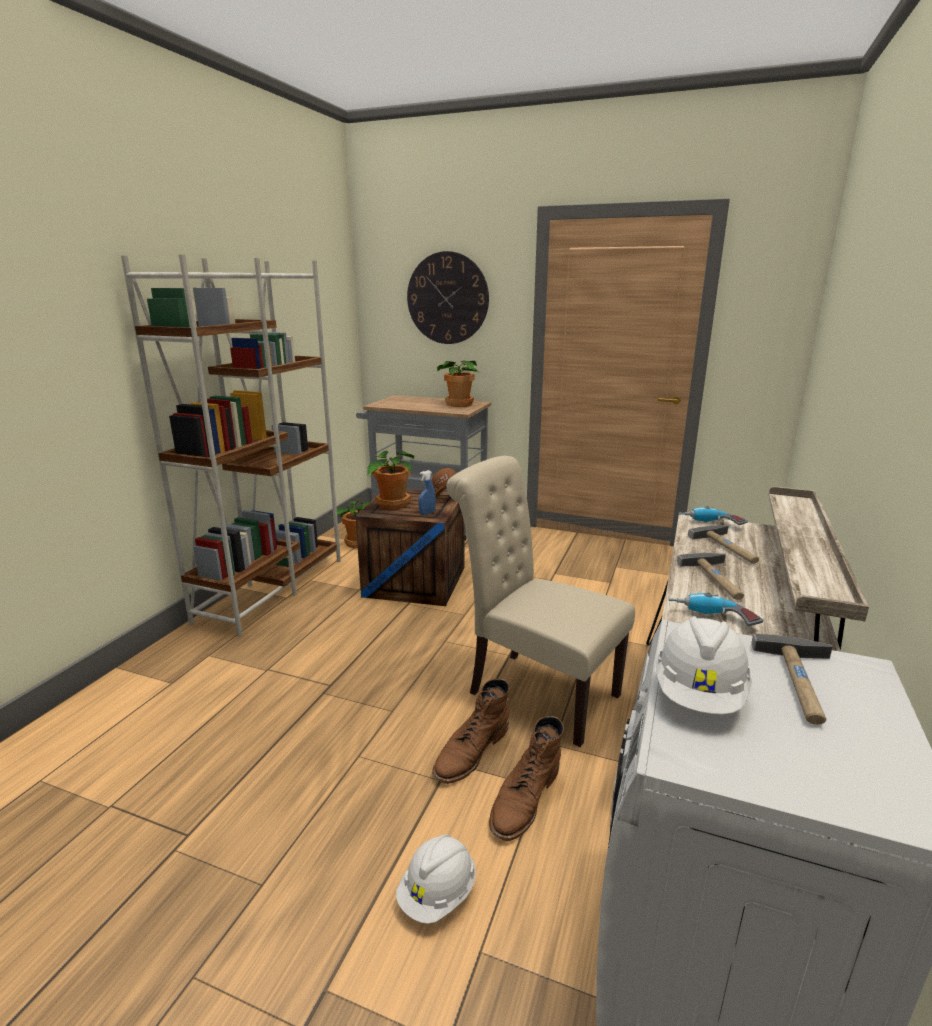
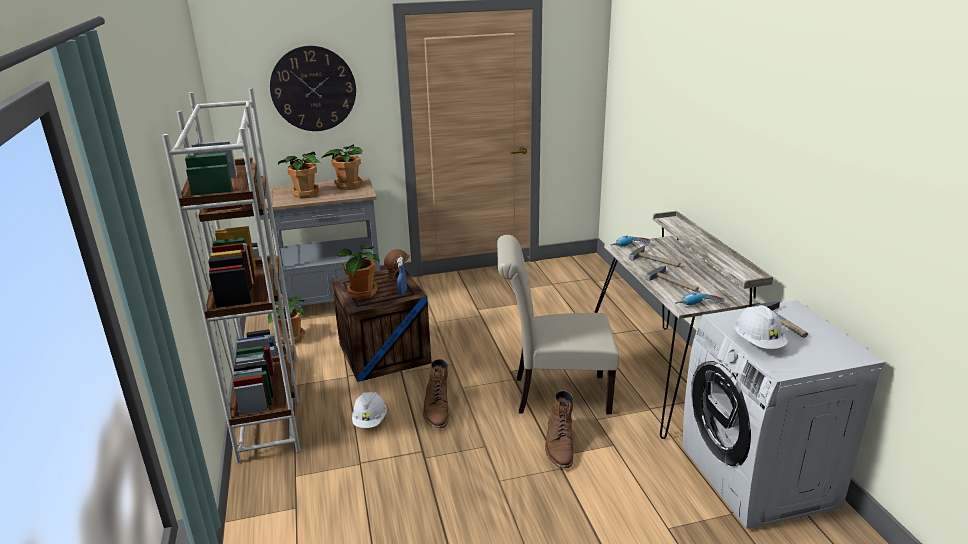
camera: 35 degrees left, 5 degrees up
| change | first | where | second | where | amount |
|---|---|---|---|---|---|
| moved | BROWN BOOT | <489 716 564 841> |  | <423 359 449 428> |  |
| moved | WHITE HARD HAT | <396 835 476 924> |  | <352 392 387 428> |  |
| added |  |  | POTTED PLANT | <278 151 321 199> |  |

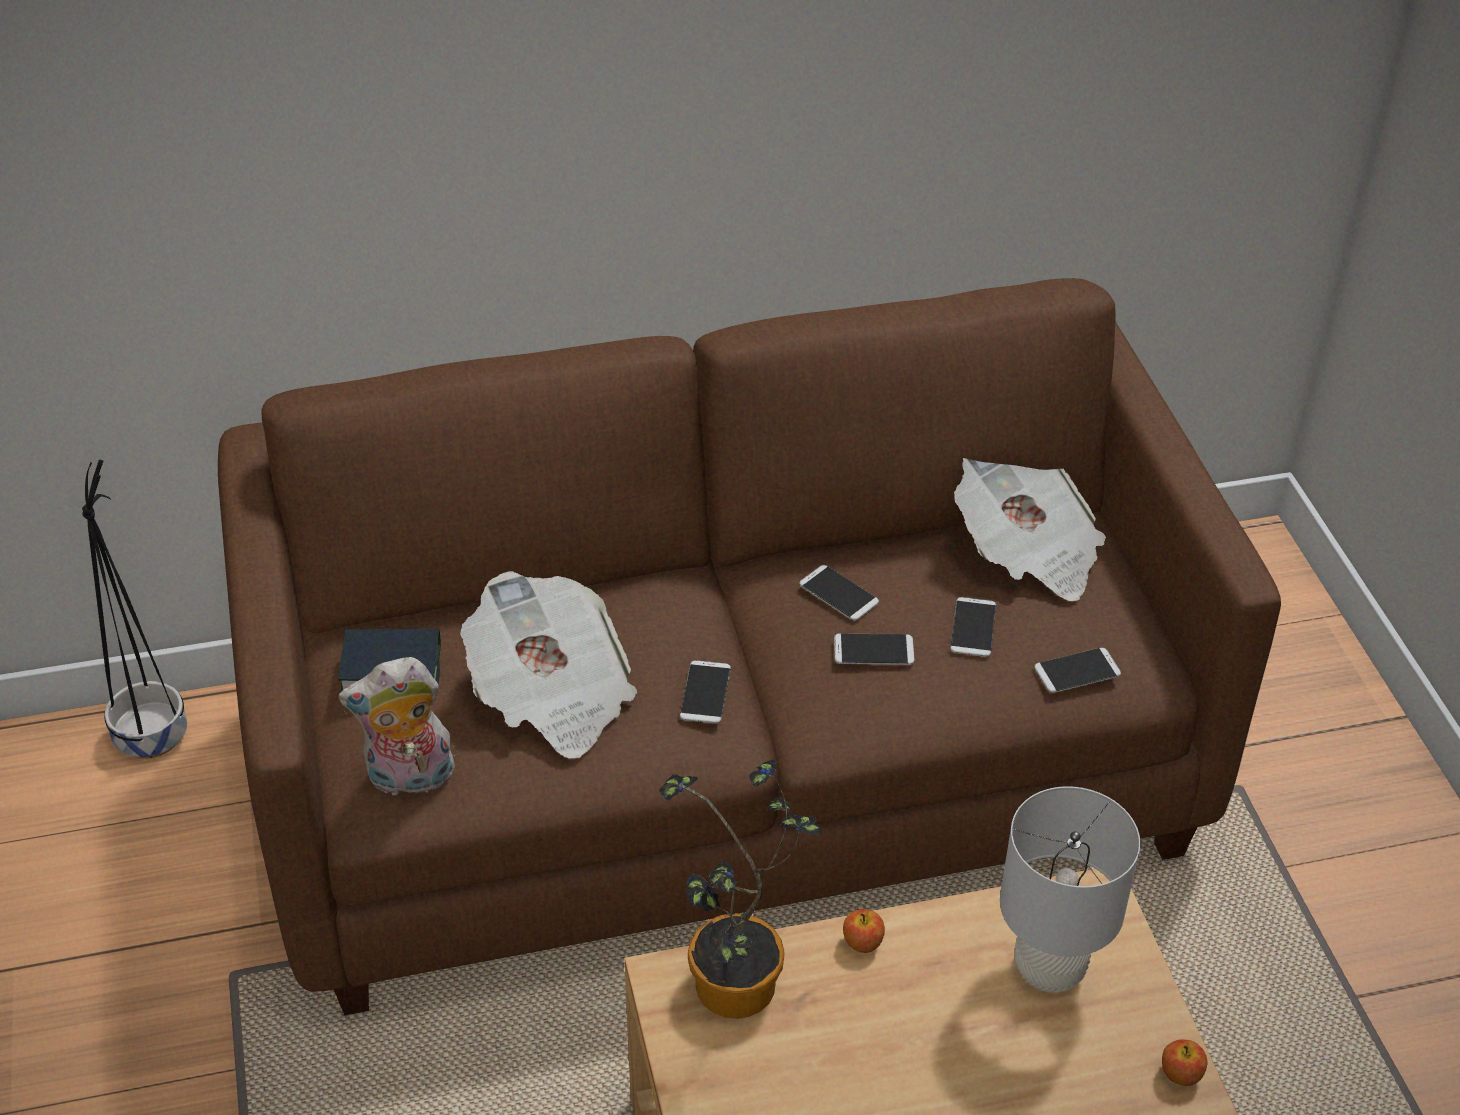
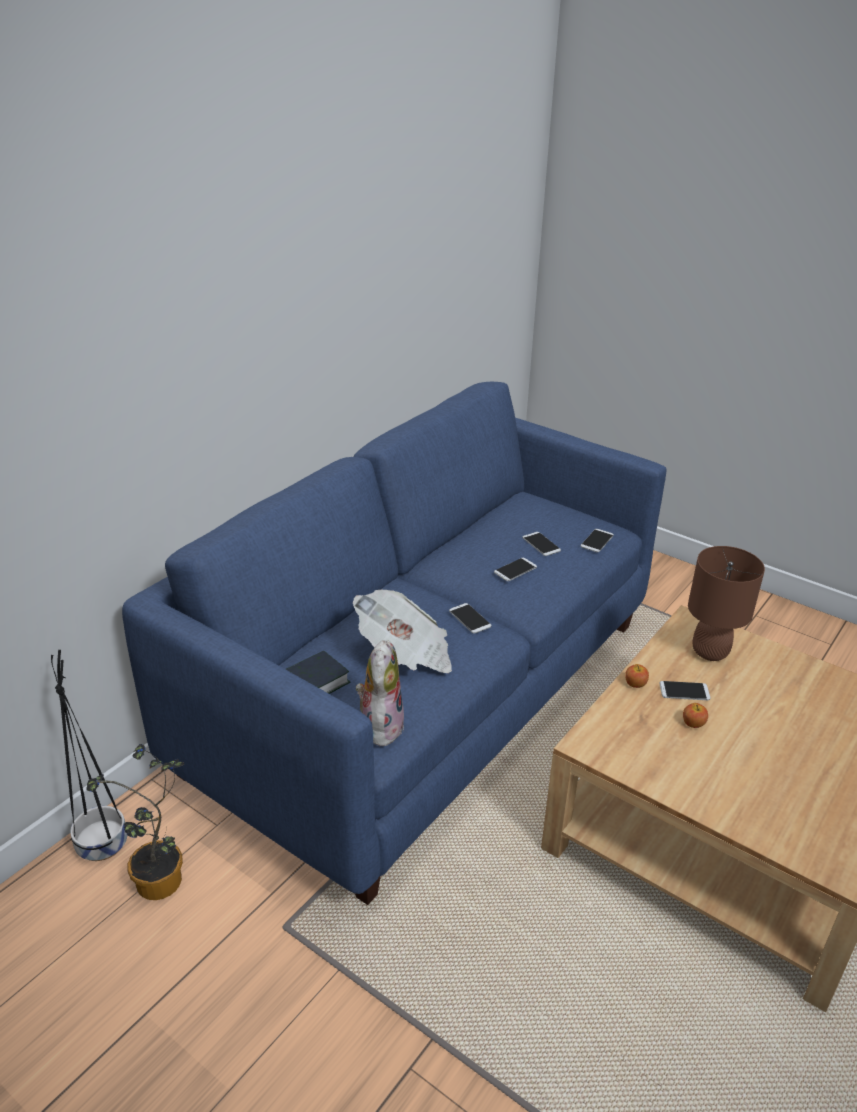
camera: 40 degrees left, 10 degrees down
| change | first | where | second | where | amount |
|---|---|---|---|---|---|
| recoloured | BROWN SOFA | <218 278 1281 1015> | BLUE SOFA | <122 382 666 905> |  |
| removed | NEWSPAPER | <954 458 1106 601> |  |  |  |
| moved | PHONE | <799 565 879 621> |  | <659 681 710 700> |  |
| turned | PLUSH TOY | <338 657 456 797> |  | <356 640 404 746> | 150 degrees clockwise |
| moved | POTTED PLANT | <659 760 821 1019> |  | <86 744 184 900> |  |
| recoloured | GREY TABLE LAMP | <1000 786 1140 993> | BROWN TABLE LAMP | <688 546 765 661> |  |
| moved | APPLE | <1162 1039 1207 1086> |  | <683 703 708 728> |  |

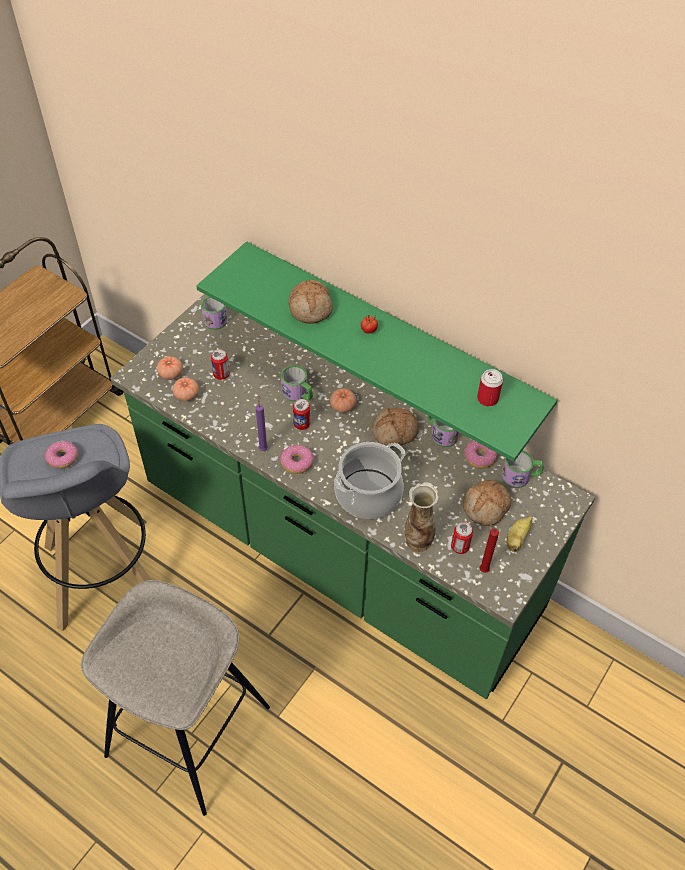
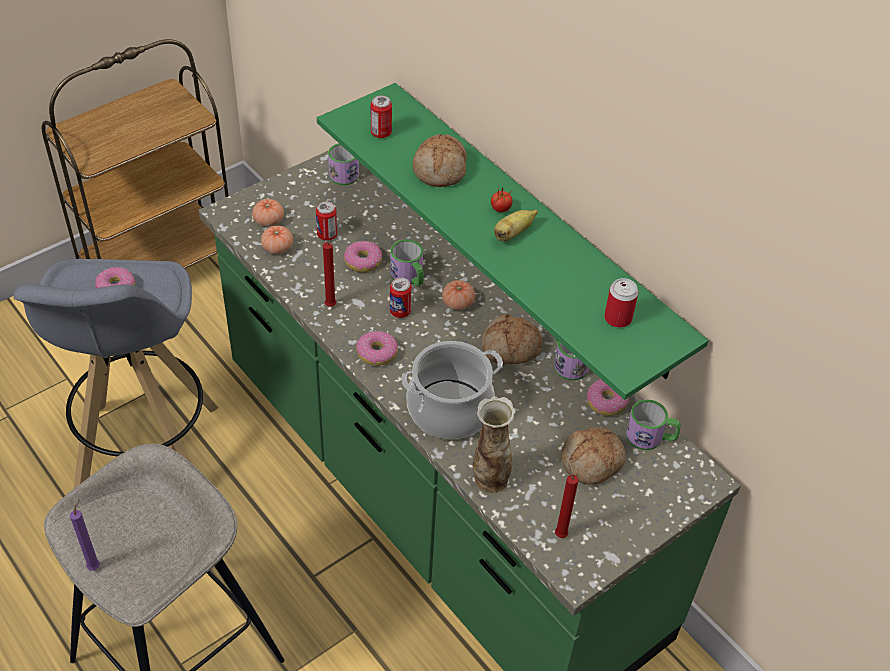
camera: 15 degrees right, 5 degrees down
| change | first | where | second | where | amount |
|---|---|---|---|---|---|
| moved | PURPLE CANDLE | <256 396 268 451> |  | <70 499 100 571> |  |
| moved | BANANA | <506 516 532 552> |  | <494 210 538 241> |  |
| moved | CAN | <451 522 473 554> |  | <371 96 392 138> |  |
| added |  |  | DONUT | <344 241 382 272> |  |
| added |  |  | RED CANDLE | <323 242 336 307> |  |

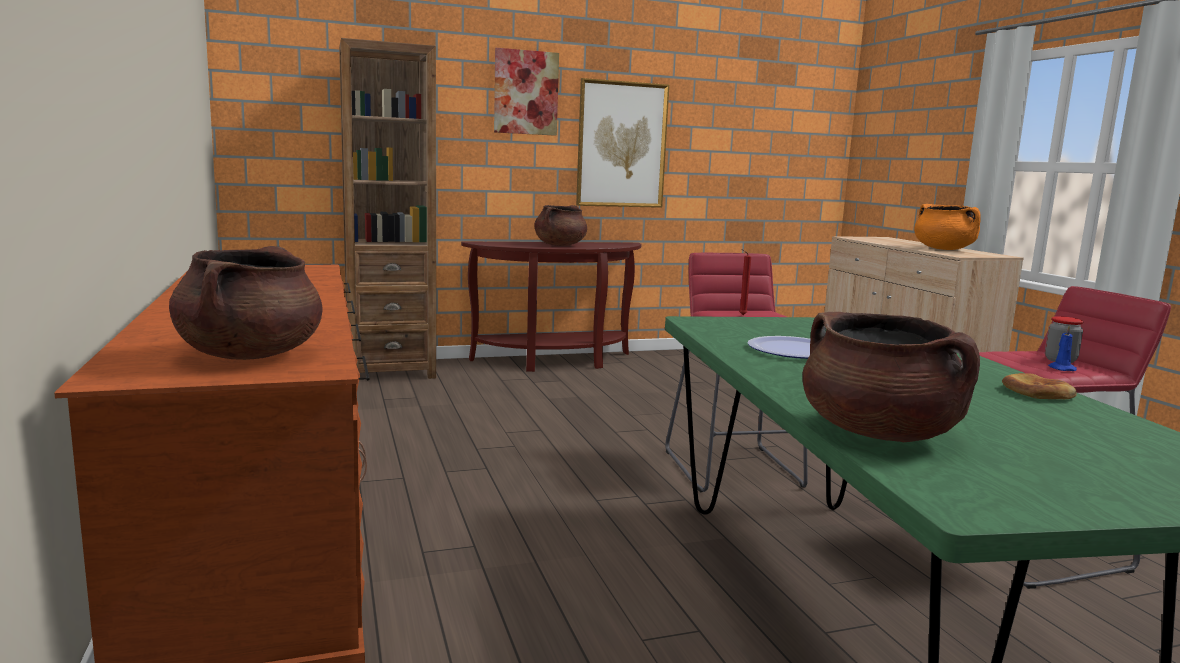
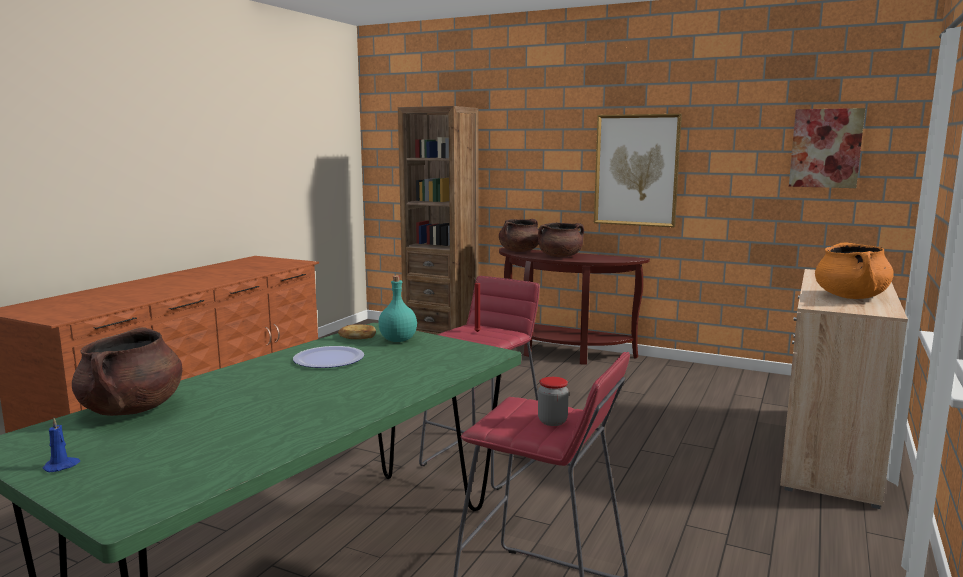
camera: 45 degrees right, 0 degrees up
| change | first | where | second | where | amount |
|---|---|---|---|---|---|
| moved | PICTURE | <494 48 559 136> |  | <789 108 865 188> |  |
| moved | BROWN COOKING POT | <169 246 323 360> |  | <499 219 539 252> |  |
| moved | BLUE CANDLE | <1048 325 1077 371> |  | <43 417 80 472> |  |
| moved | BREAD | <1002 373 1077 399> |  | <338 324 376 339> |  |
| added |  |  | TURQUOISE BOTTLE | <378 275 417 342> |  |

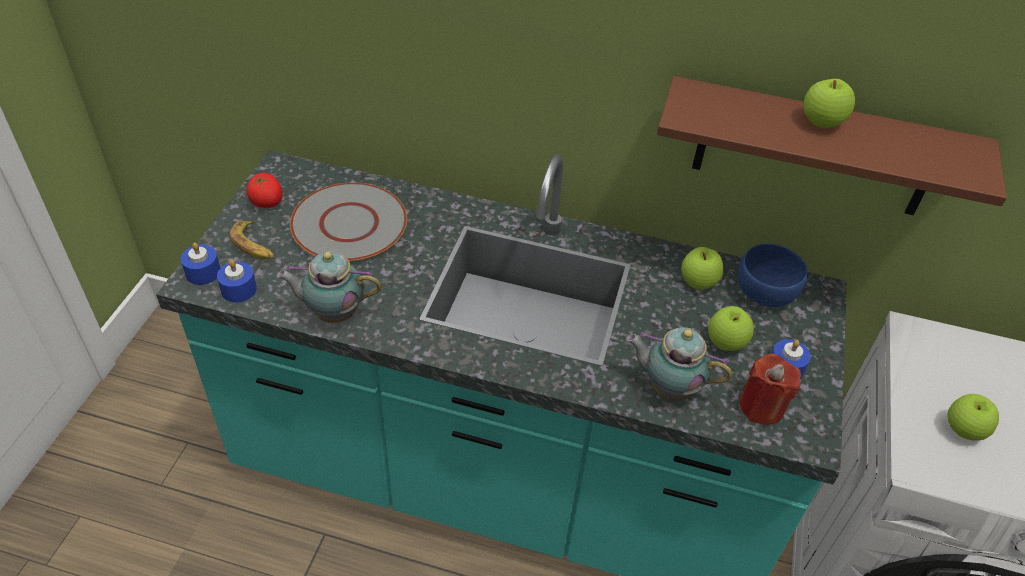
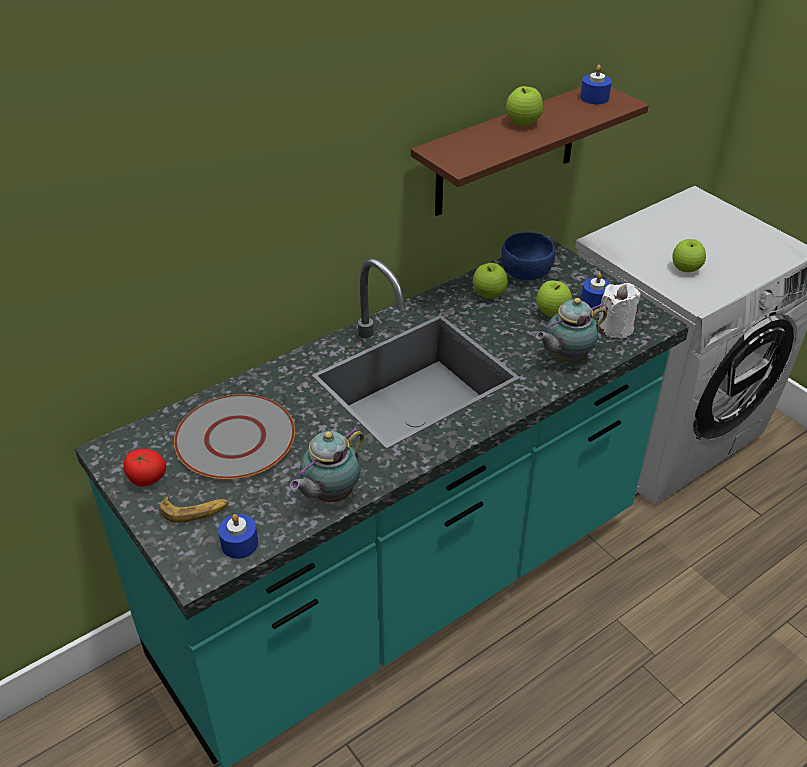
camera: 50 degrees left, 5 degrees down
| change | first | where | second | where | amount |
|---|---|---|---|---|---|
| moved | BLUE CANDLE | <181 243 220 285> |  | <580 65 612 104> |  |
| recoloured | RED CANDLE | <739 354 801 425> | WHITE CANDLE | <598 283 640 339> |  |

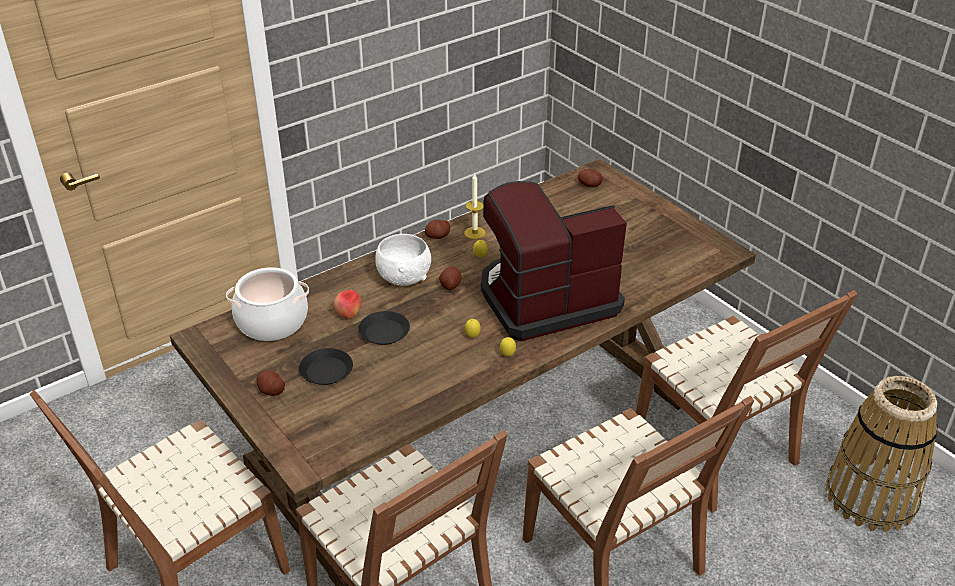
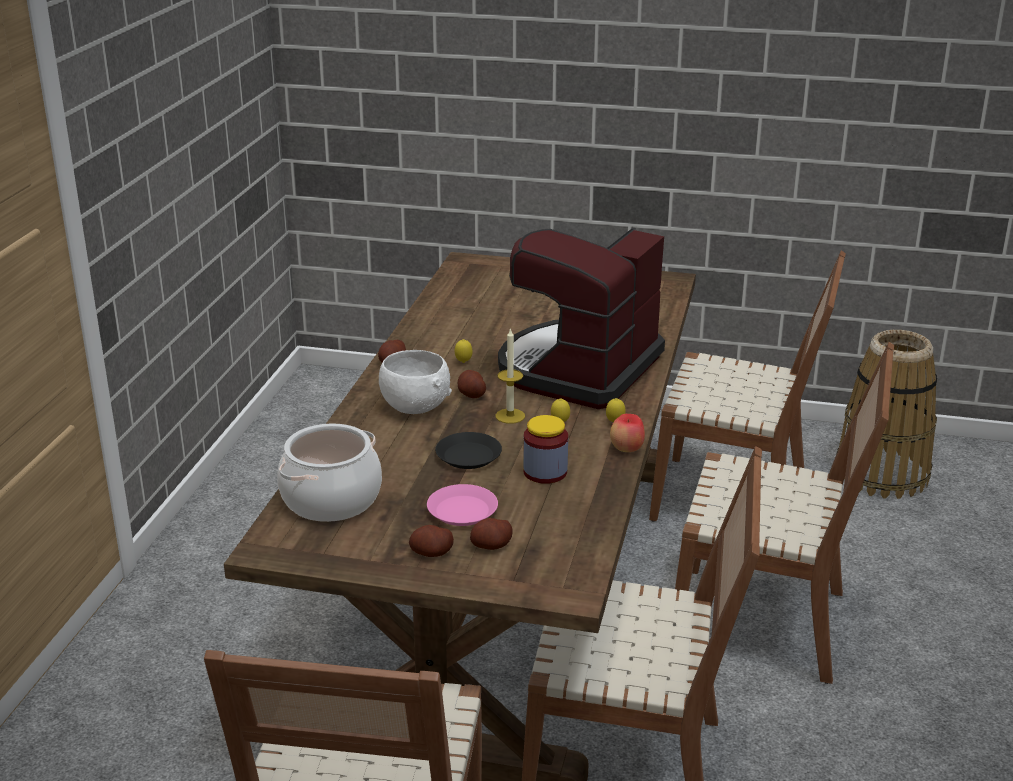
camera: 40 degrees left, 10 degrees down
| change | first | where | second | where | amount |
|---|---|---|---|---|---|
| moved | POTATO | <578 169 603 187> |  | <470 518 513 550> |  |
| moved | CANDLE | <464 174 486 239> |  | <495 328 525 424> |  |
| moved | APPLE | <334 290 361 319> |  | <610 414 645 452> |  |
| recoloured | BLACK PLATE | <299 348 353 385> | PINK PLATE | <427 484 498 526> |  |
| added |  |  | JAR | <523 415 568 484> |  |

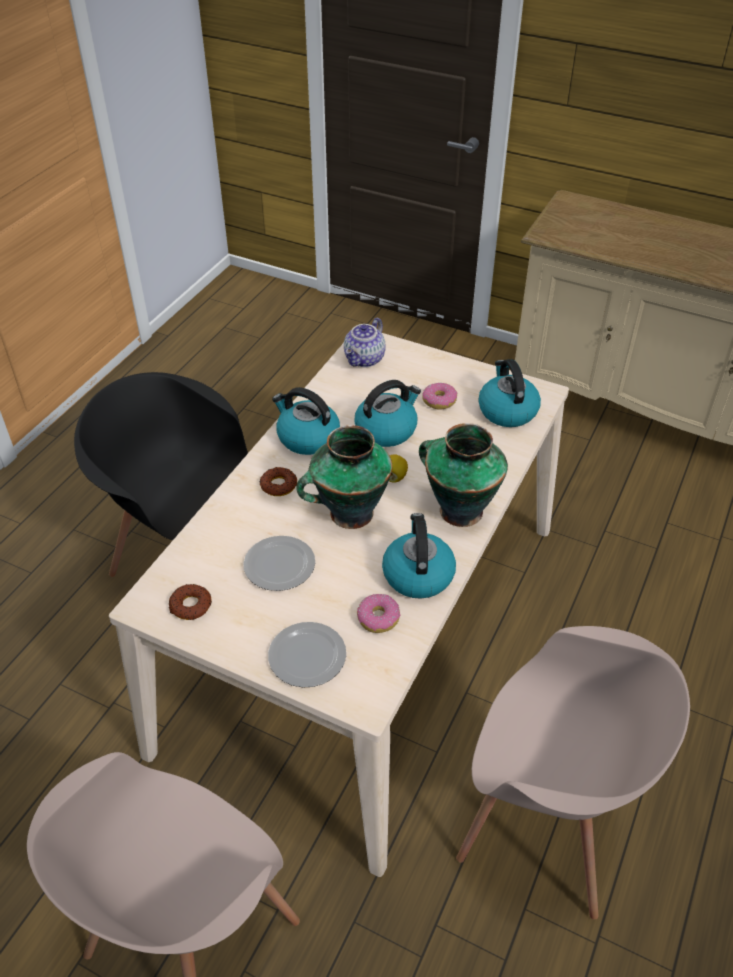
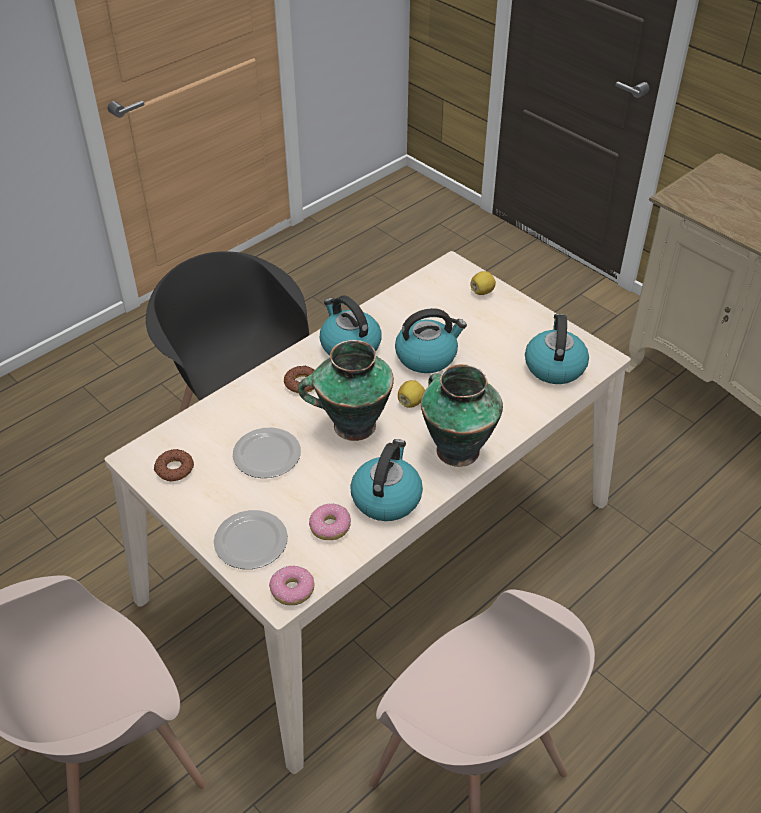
camera: 20 degrees right, 0 degrees up
| change | first | where | second | where | amount |
|---|---|---|---|---|---|
| removed | TEAPOT | <344 318 386 367> |  |  |  |
| moved | DONUT | <422 383 458 410> |  | <269 566 314 605> |  |
| added |  |  | LEMON | <470 271 496 295> |  |

